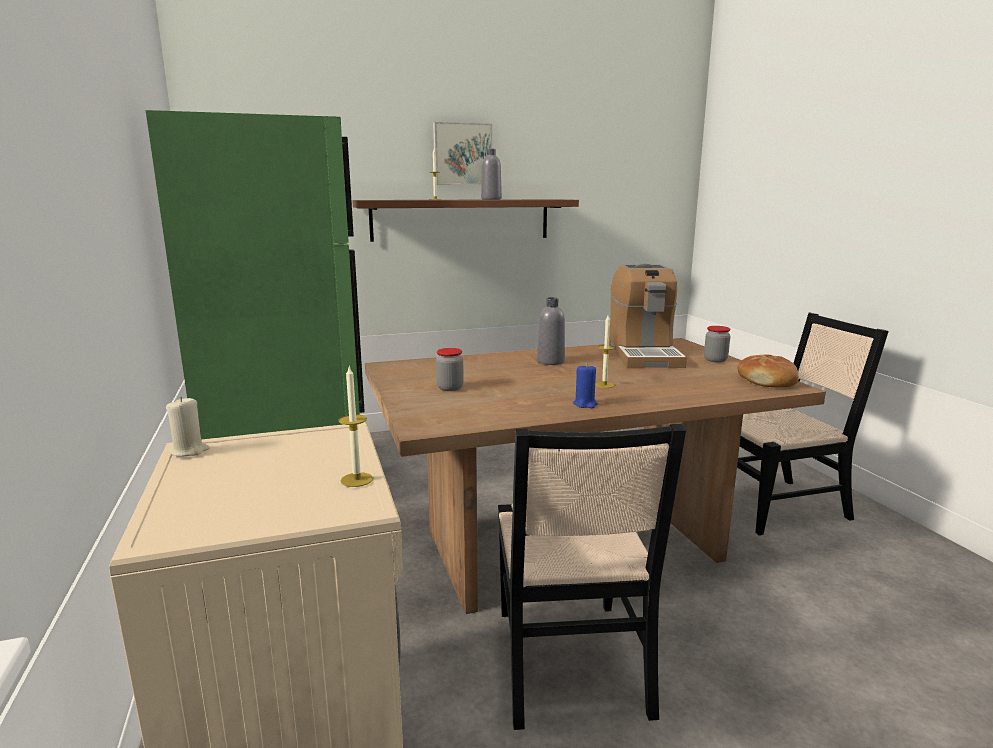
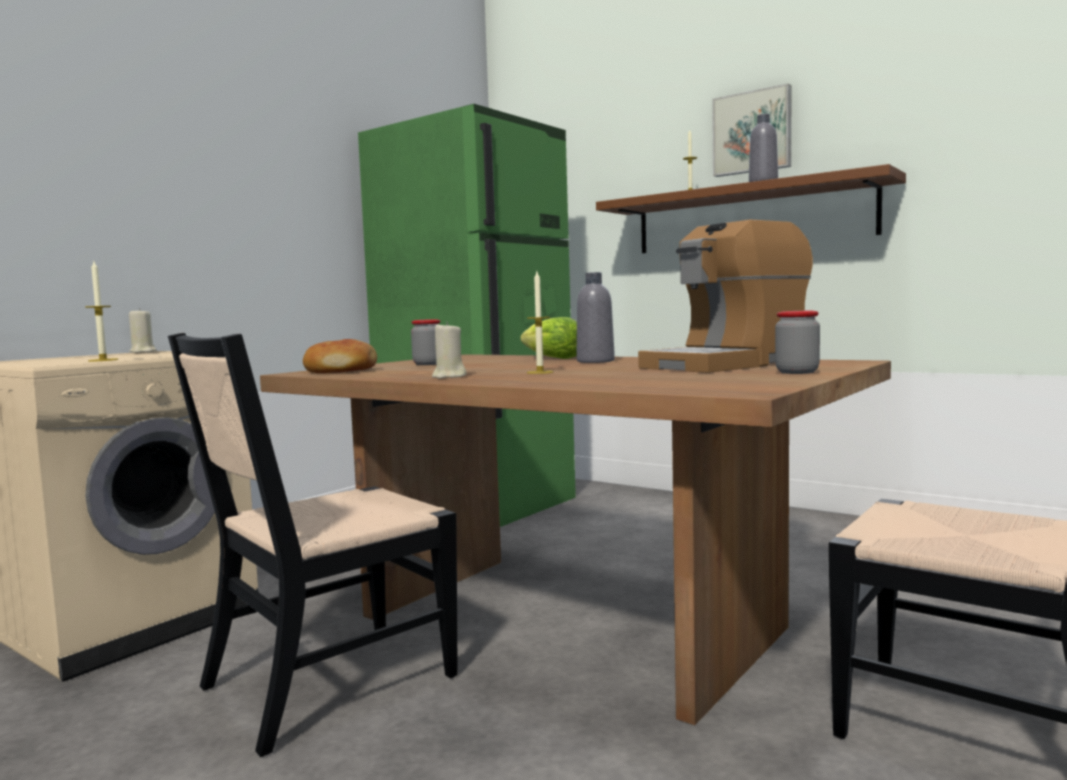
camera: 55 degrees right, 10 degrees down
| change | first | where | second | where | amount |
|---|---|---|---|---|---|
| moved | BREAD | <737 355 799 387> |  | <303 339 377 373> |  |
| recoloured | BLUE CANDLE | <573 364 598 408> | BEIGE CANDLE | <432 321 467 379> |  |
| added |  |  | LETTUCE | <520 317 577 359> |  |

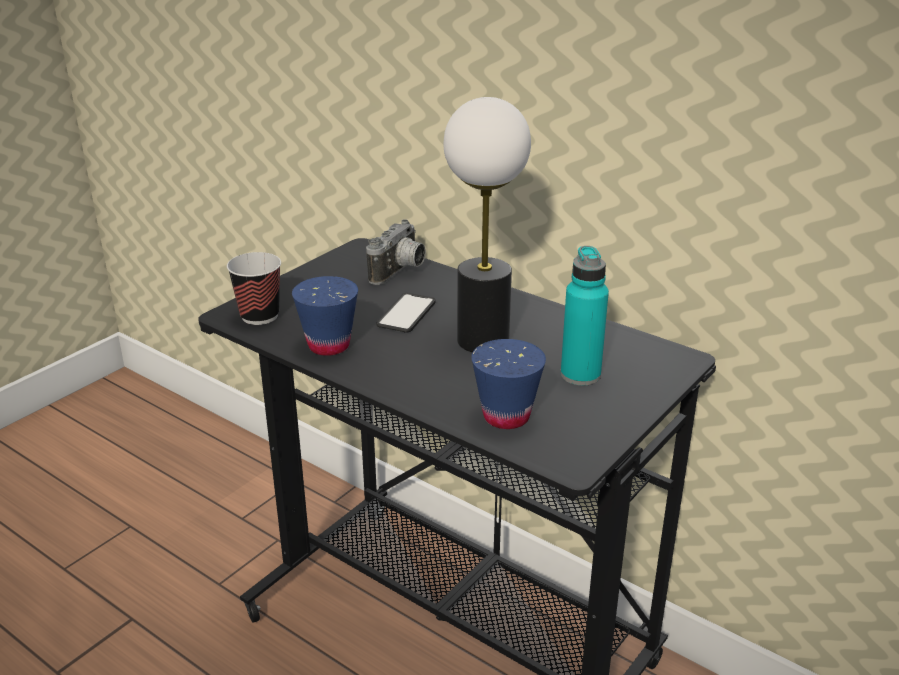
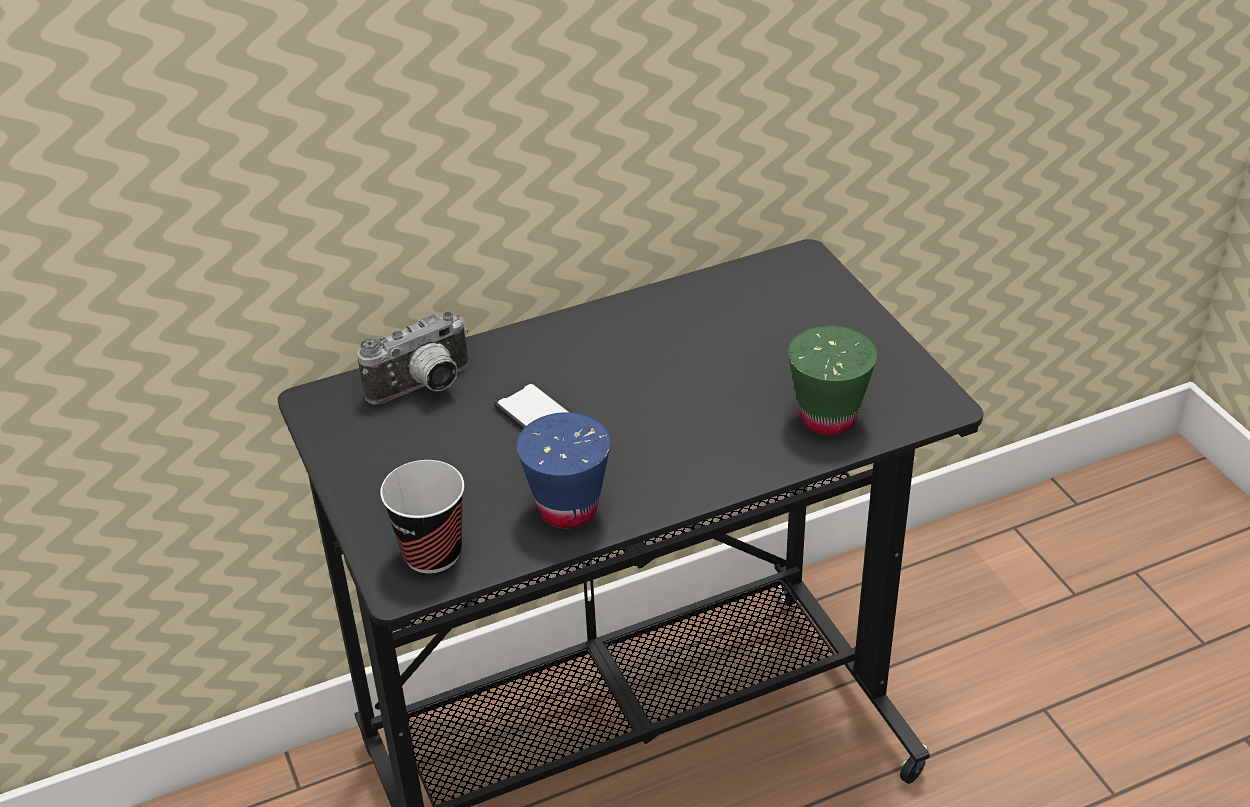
camera: 60 degrees left, 10 degrees up
| change | first | where | second | where | amount |
|---|---|---|---|---|---|
| removed | TABLE LAMP | <443 97 531 352> |  |  |  |
| turned | PHOTO CAMERA | <366 219 426 285> |  | <357 311 468 405> | 90 degrees clockwise |
| removed | TURQUOISE BOTTLE | <561 246 609 386> |  |  |  |
| recoloured | BLUE CUP | <471 339 546 429> | GREEN CUP | <788 325 878 435> |  |

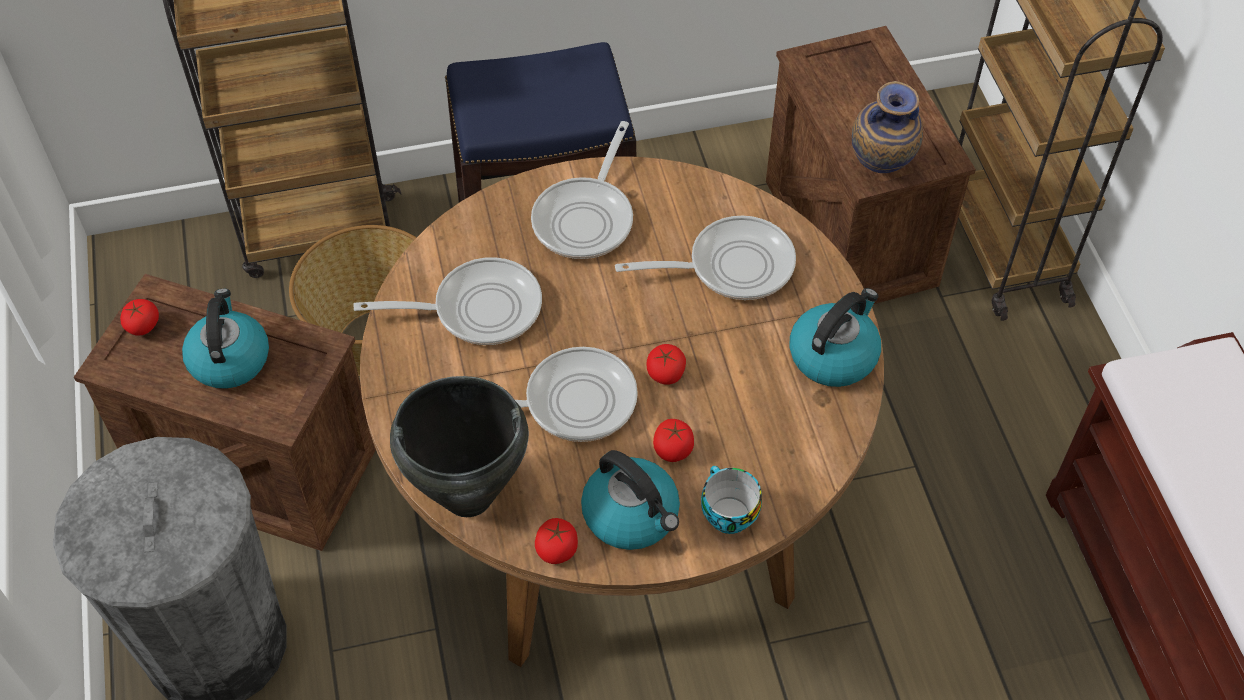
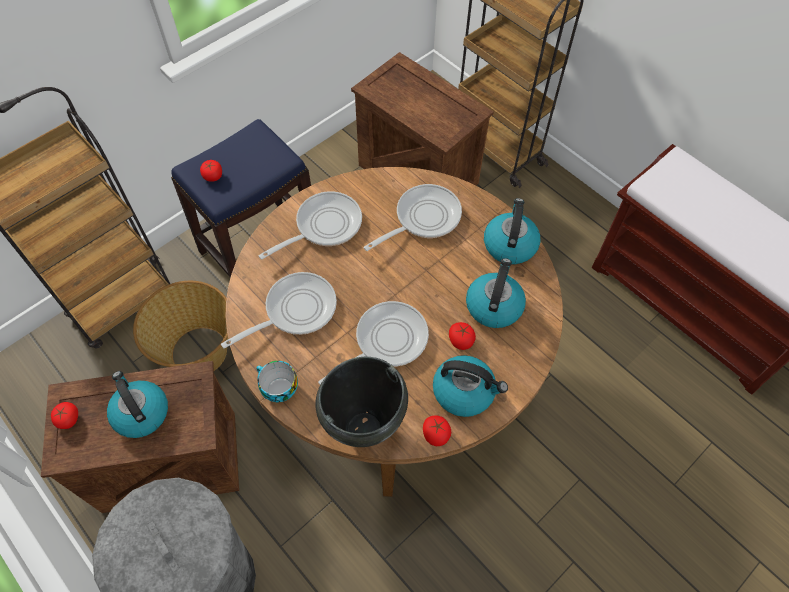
camera: 30 degrees left, 5 degrees up
| change | first | where | second | where | amount |
|---|---|---|---|---|---|
| removed | VASE | <852 81 923 173> |  |  |  |
| turned | FRYING PAN | <531 121 633 259> |  | <258 191 362 260> | 120 degrees counterclockwise |
| moved | TOMATO | <646 344 686 385> |  | <200 160 222 182> |  |
| moved | CUP | <701 466 762 534> |  | <257 361 298 402> |  |
| added |  |  | KETTLE | <466 258 526 328> |  |

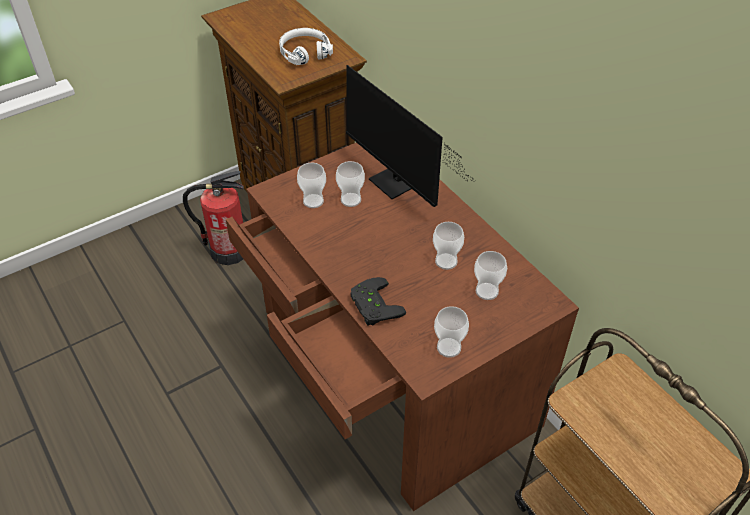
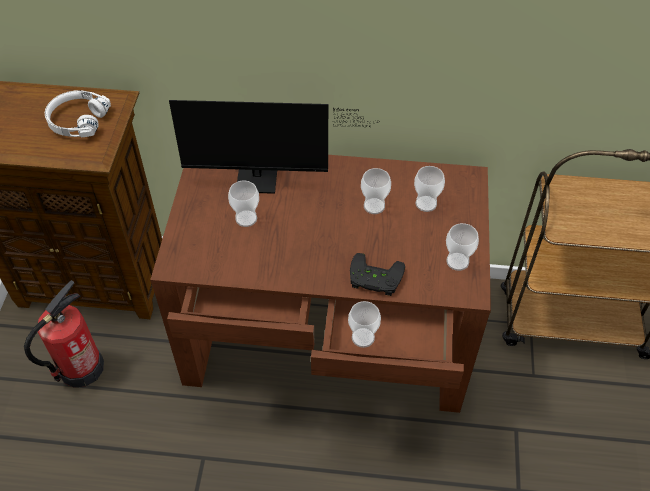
camera: 50 degrees left, 5 degrees up
| change | first | where | second | where | amount |
|---|---|---|---|---|---|
| moved | CUP | <297 163 326 208> |  | <348 301 381 348> |  |

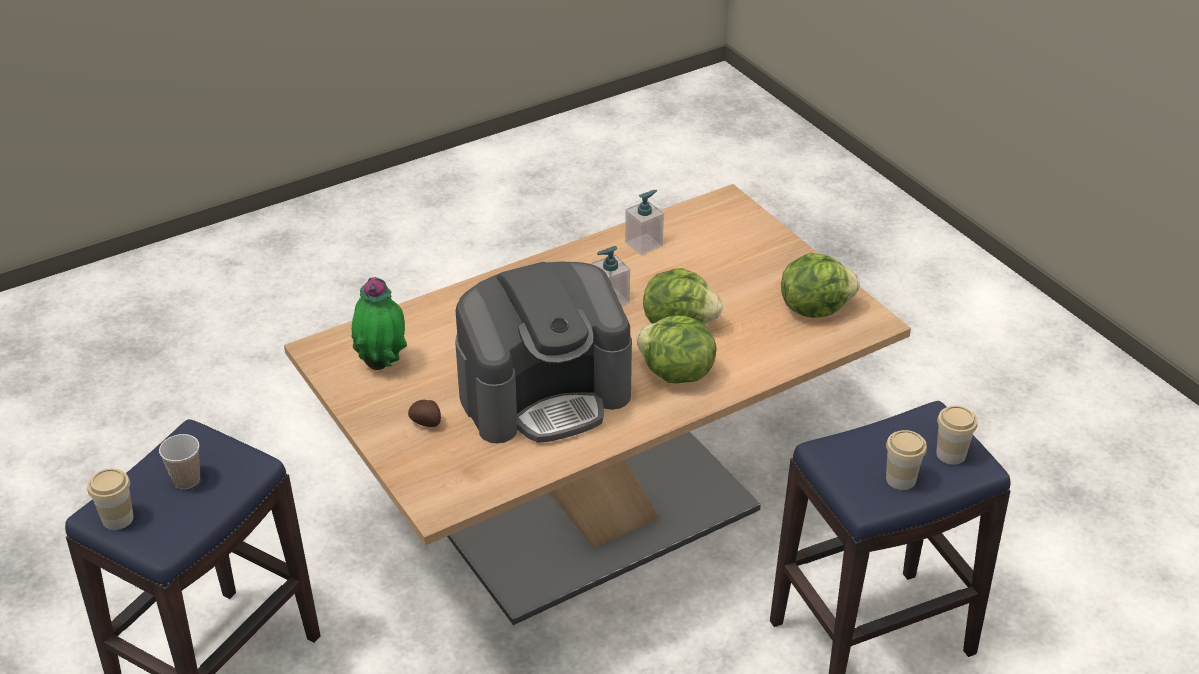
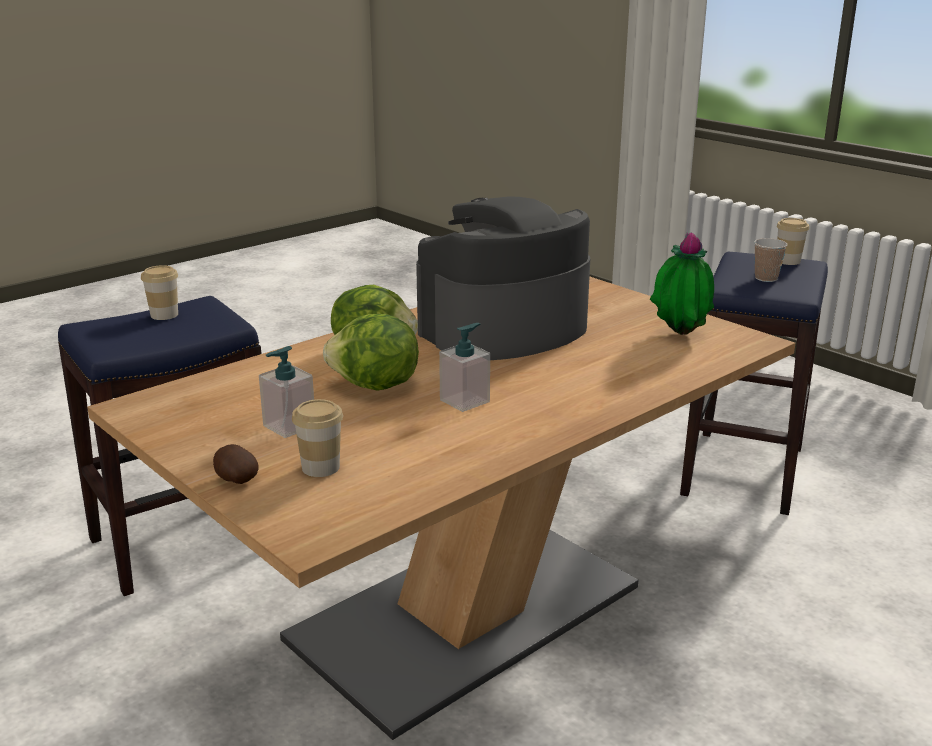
camera: 170 degrees right, 15 degrees down
| change | first | where | second | where | amount |
|---|---|---|---|---|---|
| moved | SOAP DISPENSER | <625 190 664 255> |  | <259 346 314 438> |  |
| removed | LETTUCE | <781 253 860 318> |  |  |  |
| moved | POTATO | <408 400 441 427> |  | <213 444 258 484> |  |
| moved | CUP | <936 406 978 465> |  | <292 399 343 477> |  |

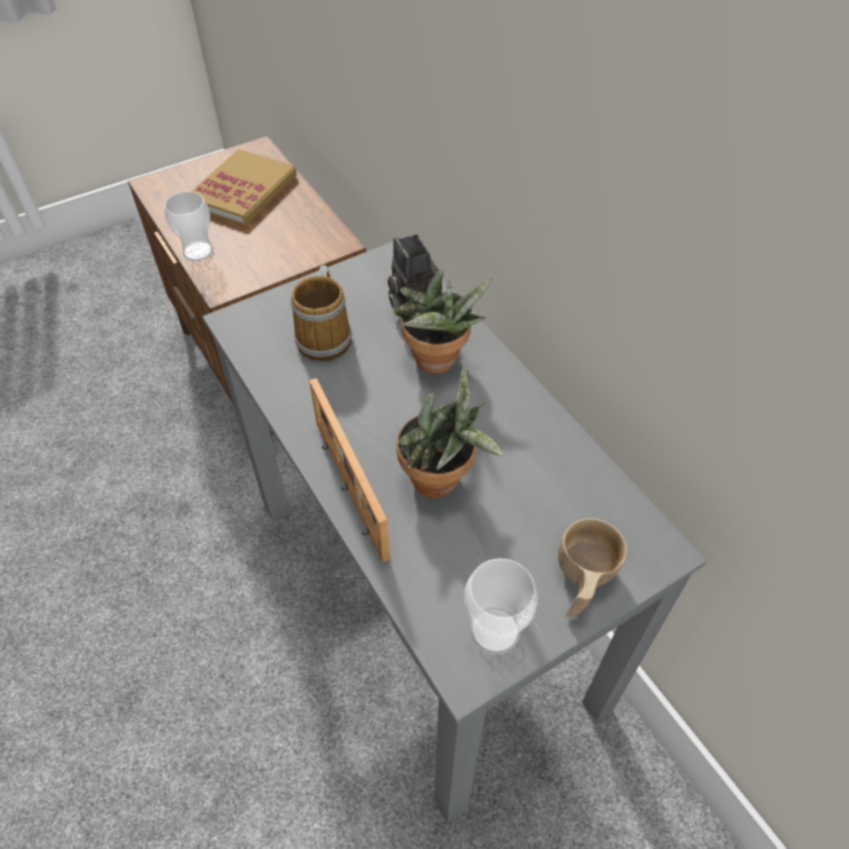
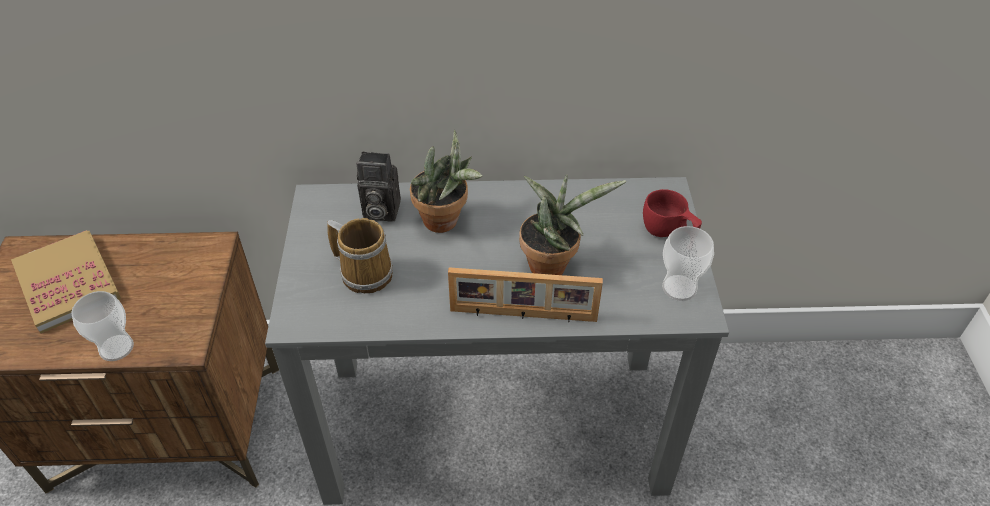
camera: 60 degrees left, 5 degrees down
| change | first | where | second | where | amount |
|---|---|---|---|---|---|
| recoloured | BEIGE CUP | <558 518 627 617> | RED CUP | <643 189 702 237> |  |

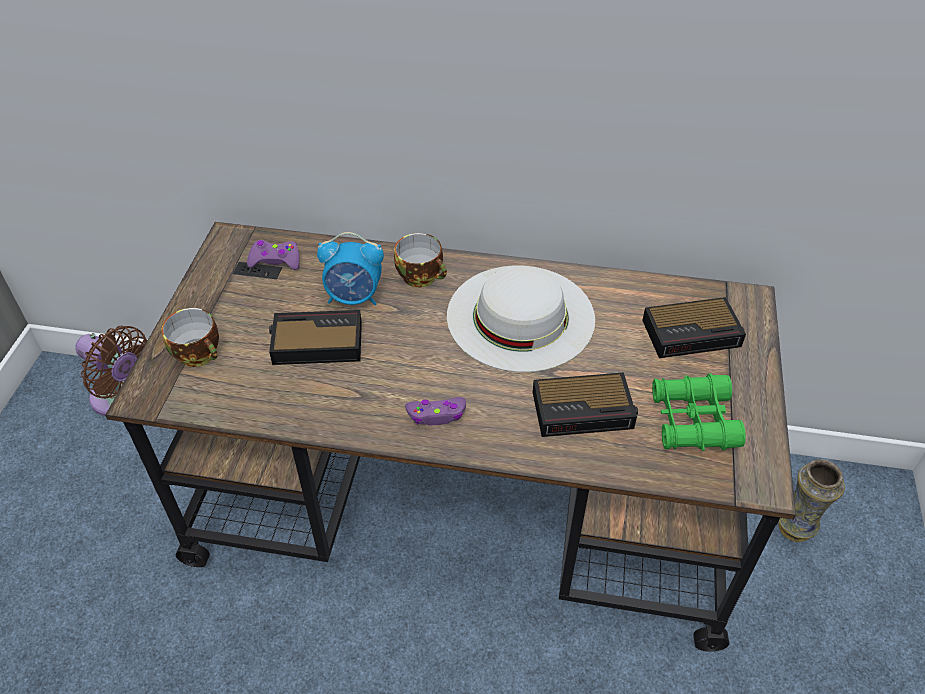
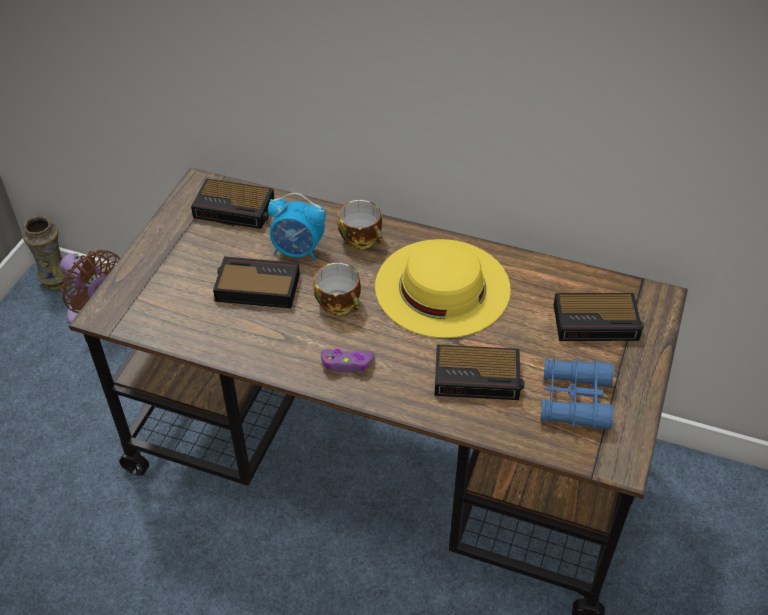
camera: 10 degrees right, 0 degrees up
| change | first | where | second | where | amount |
|---|---|---|---|---|---|
| replaced | PURPLE GAME CONTROLLER | <247 240 299 270> | ALARM CLOCK | <191 178 274 229> |  |
| recoloured | WHITE HAT | <447 266 595 372> | YELLOW HAT | <375 239 511 338> |  |
| moved | CUP | <162 308 219 367> |  | <313 263 361 315> |  |
| recoloured | GREEN BINOCULARS | <652 373 746 451> | BLUE BINOCULARS | <541 358 614 430> |  |
| moved | VASE | <779 459 845 542> |  | <22 216 69 290> |  |

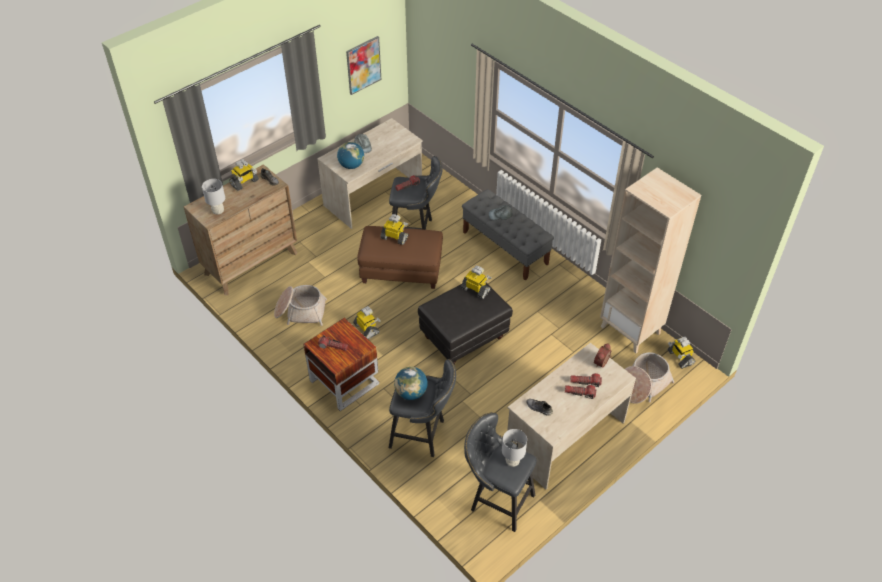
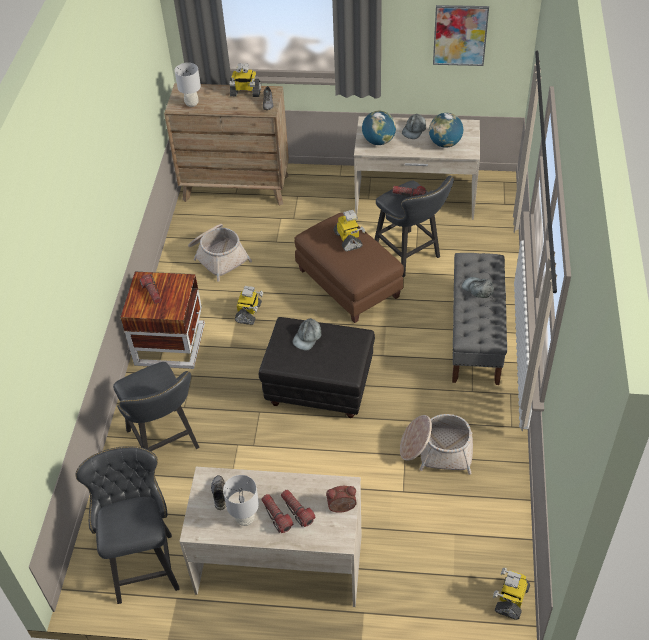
camera: 50 degrees right, 0 degrees up
| change | first | where | second | where | amount |
|---|---|---|---|---|---|
| removed | BEIGE BOOKCASE | <600 168 701 353> |  |  |  |
| removed | TOY ROBOT | <461 266 492 299> |  |  |  |
| moved | BASKET | <625 352 674 404> |  | <400 414 473 475> |  |
| moved | GLOBE | <394 367 428 400> |  | <429 113 463 148> |  |
| moved | GREY TABLE LAMP | <502 429 527 467> |  | <223 475 259 526> |  |
| added |  |  | GREY CAP | <293 318 321 350> |  |

